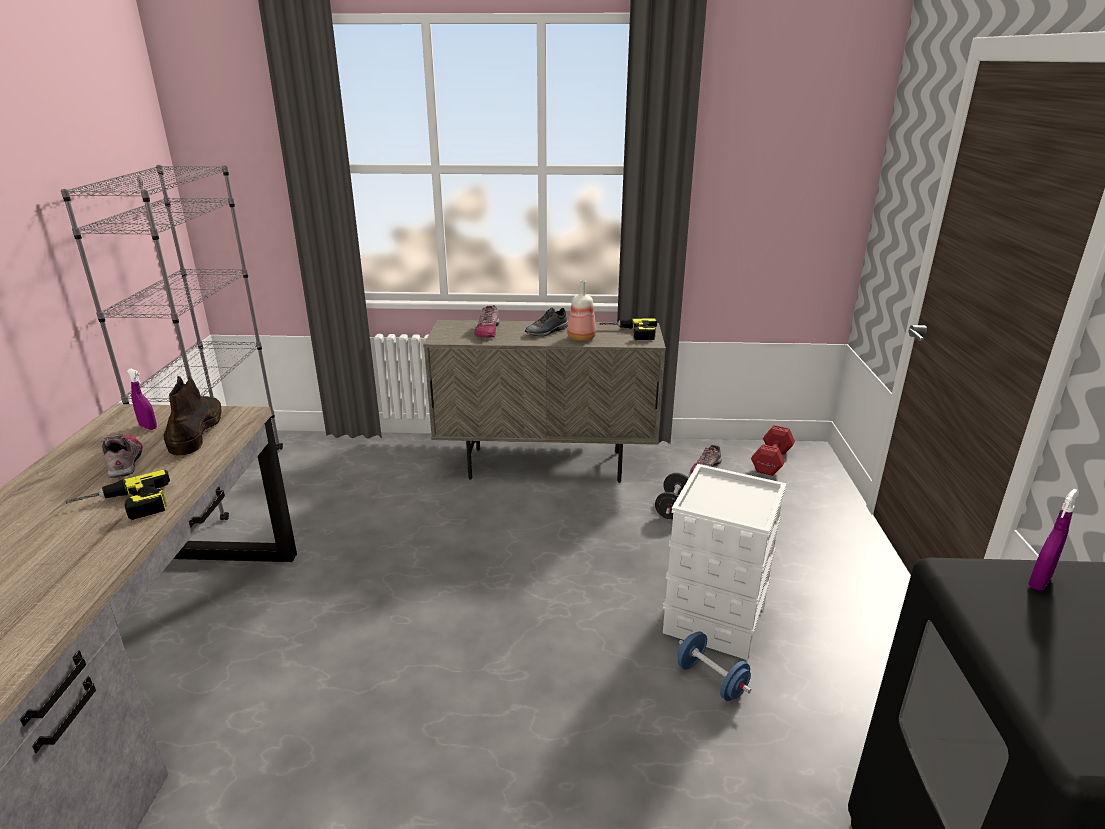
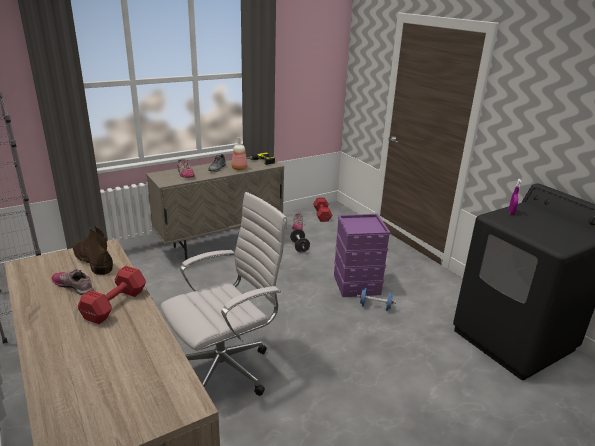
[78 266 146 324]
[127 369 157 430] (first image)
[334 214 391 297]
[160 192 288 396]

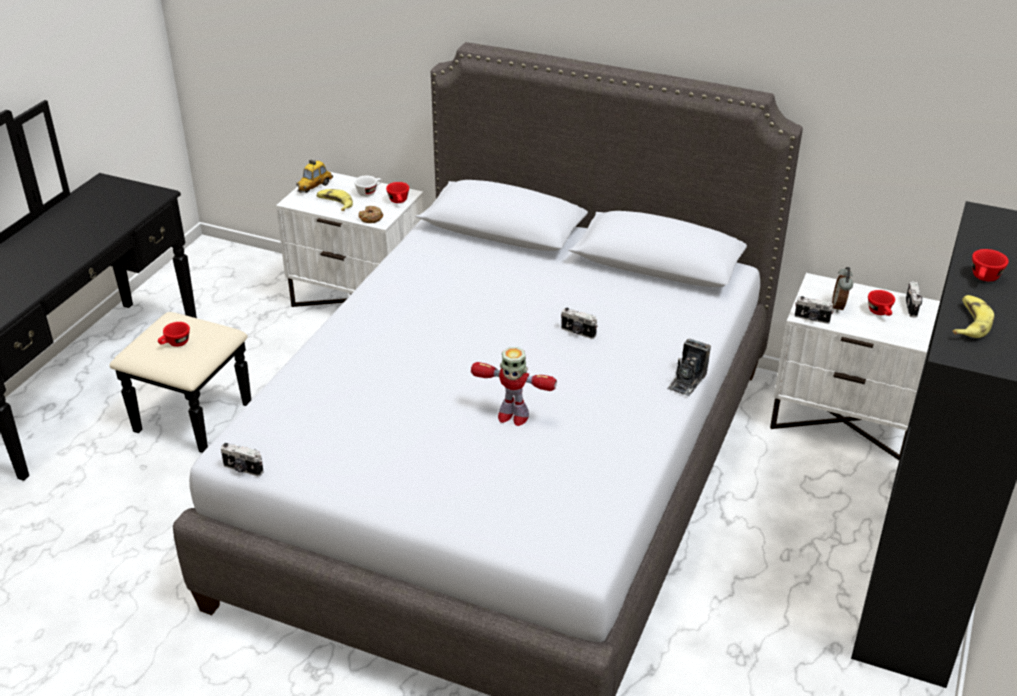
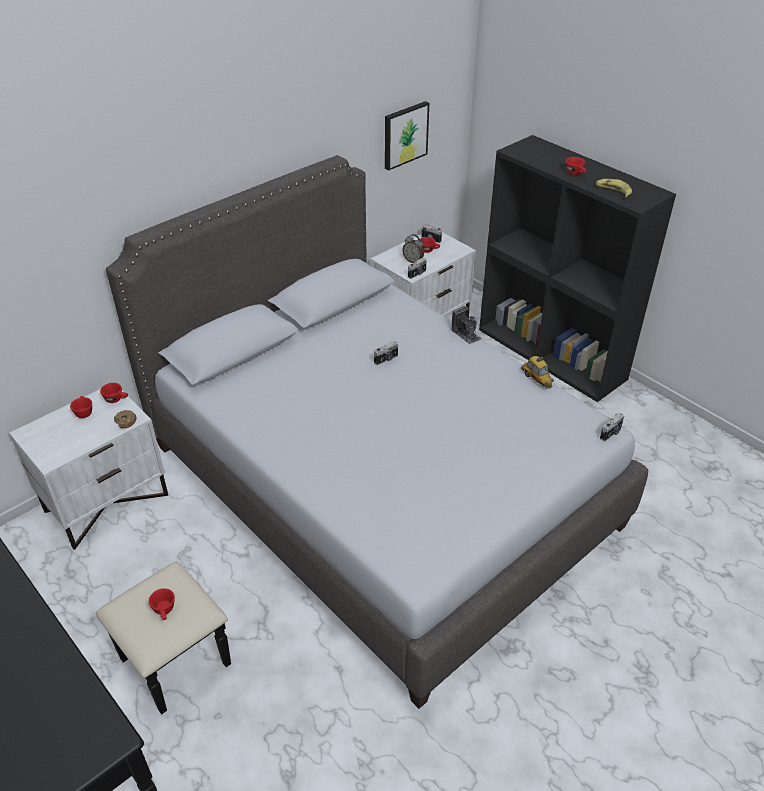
[600 413 624 442]
[521 356 554 389]
[317 189 353 211] (first image)
[70 396 92 418]
[471 347 557 426] (first image)
[385 101 429 170]

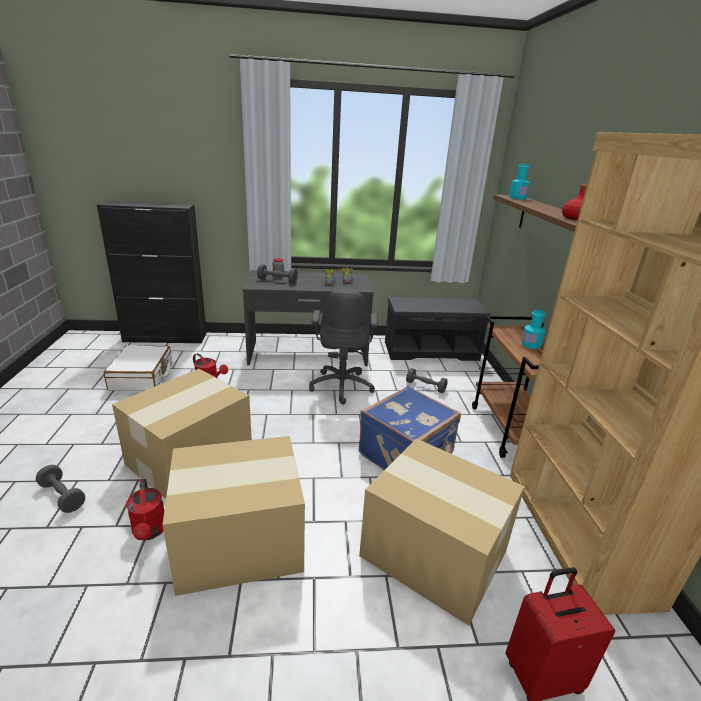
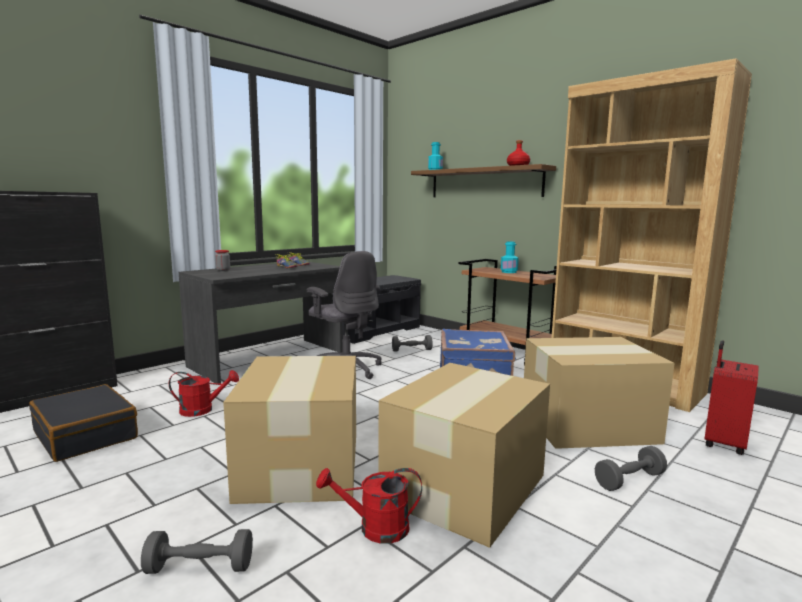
[29 384 138 462]
[316 468 422 544]
[595 446 667 491]

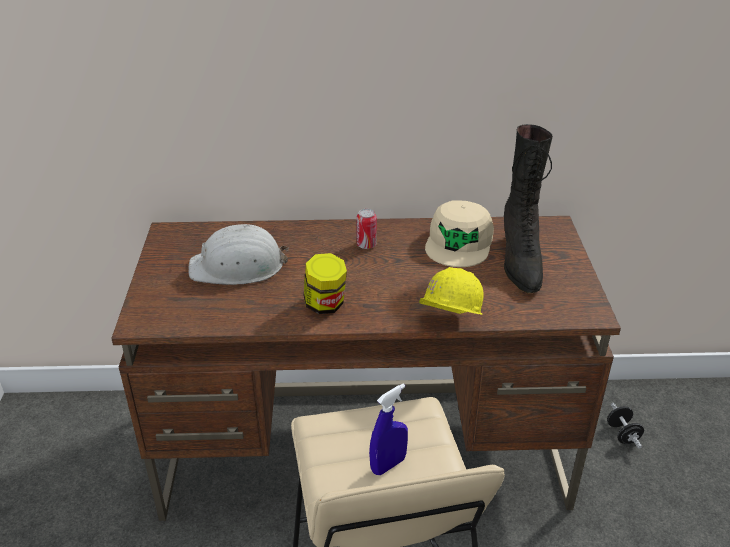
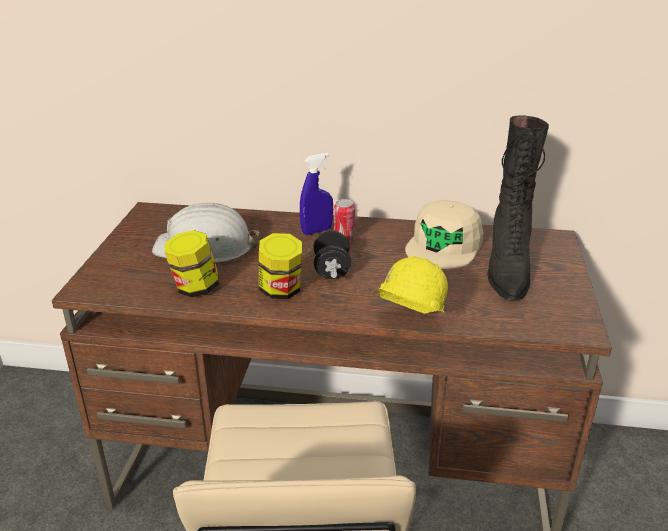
[300 153 333 235]
[313 231 351 279]
[165 230 219 297]

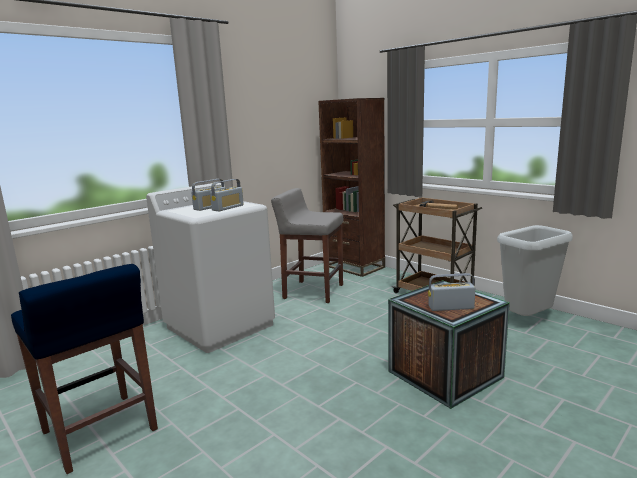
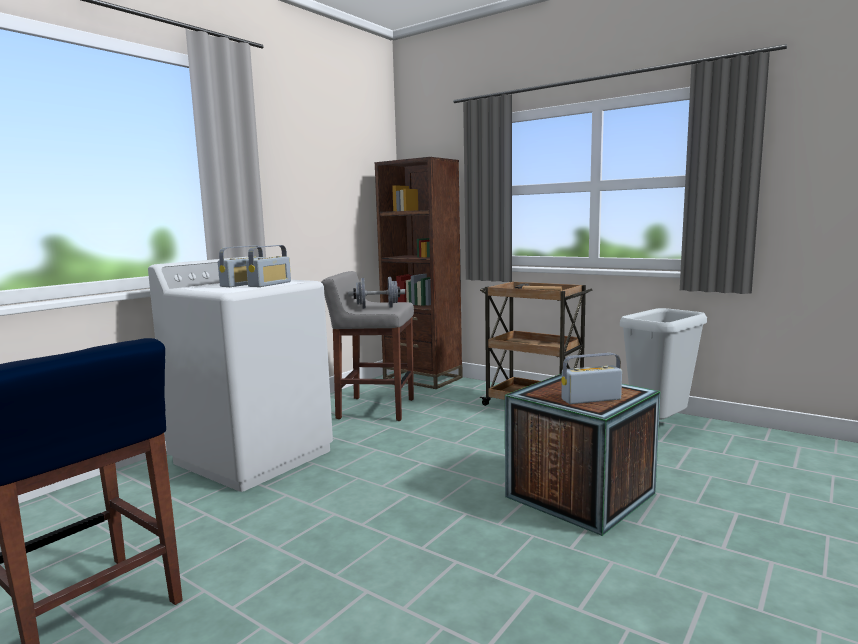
[348 277 405 309]

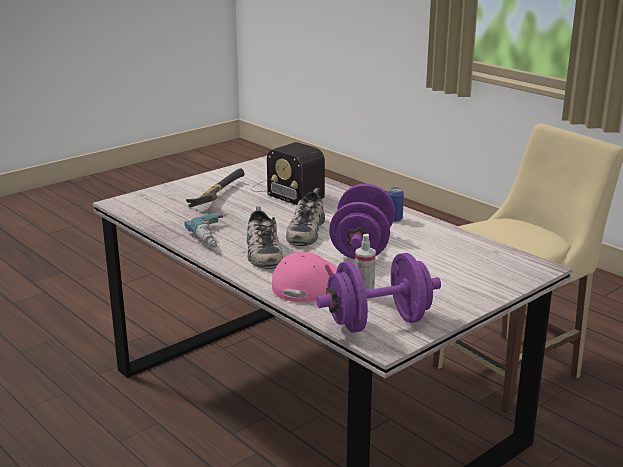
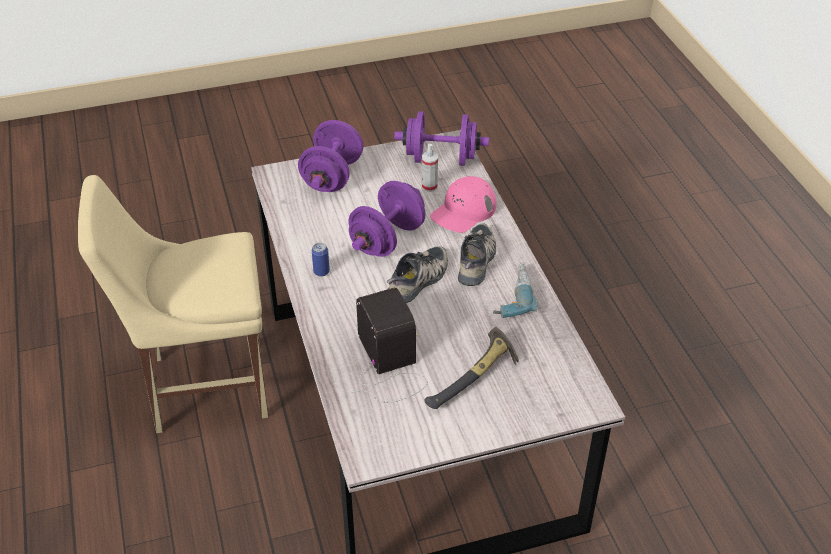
[298 120 363 192]

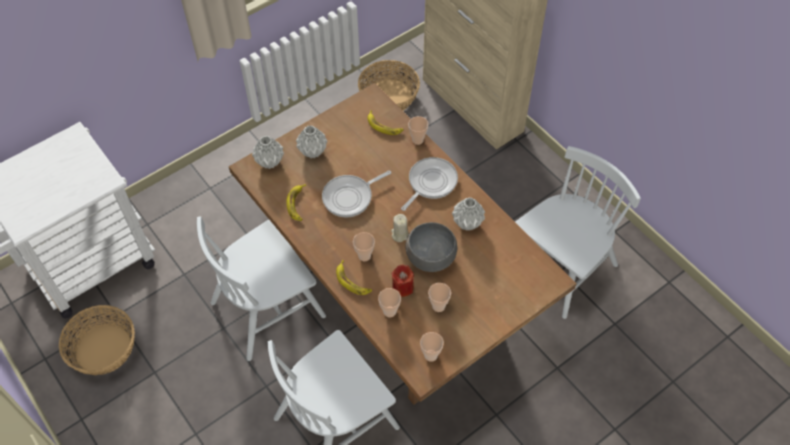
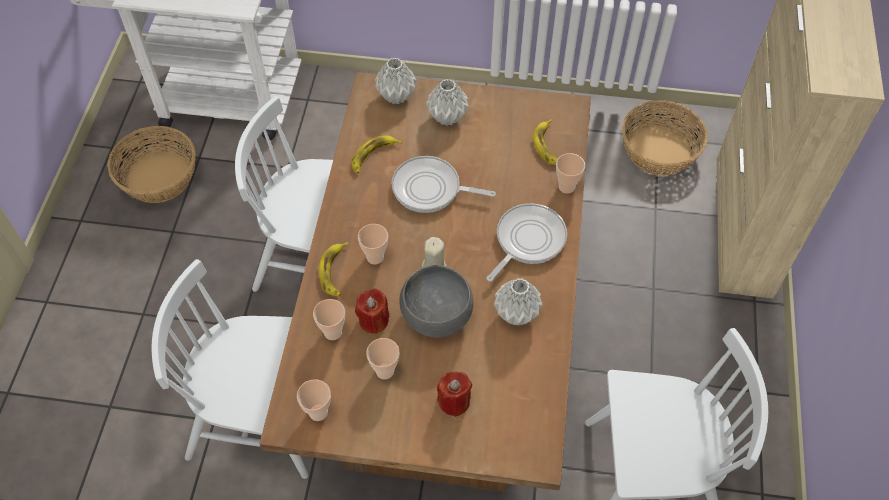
[486 203 567 282]
[437 372 472 417]

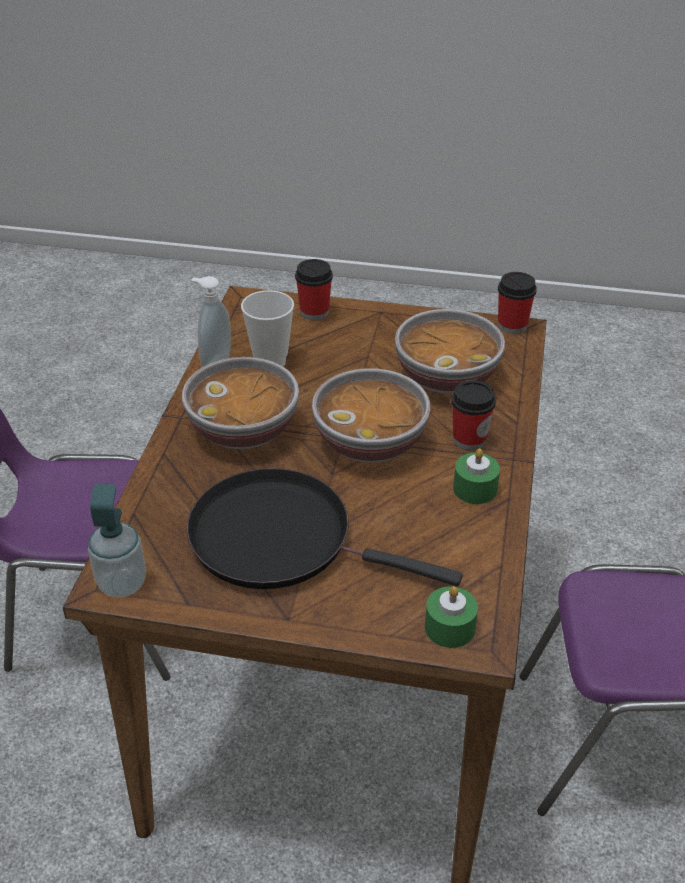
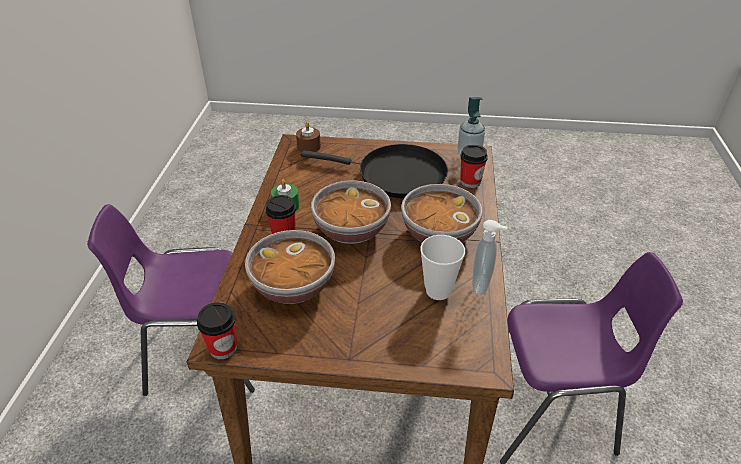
[460 144 488 188]
[296 122 321 152]

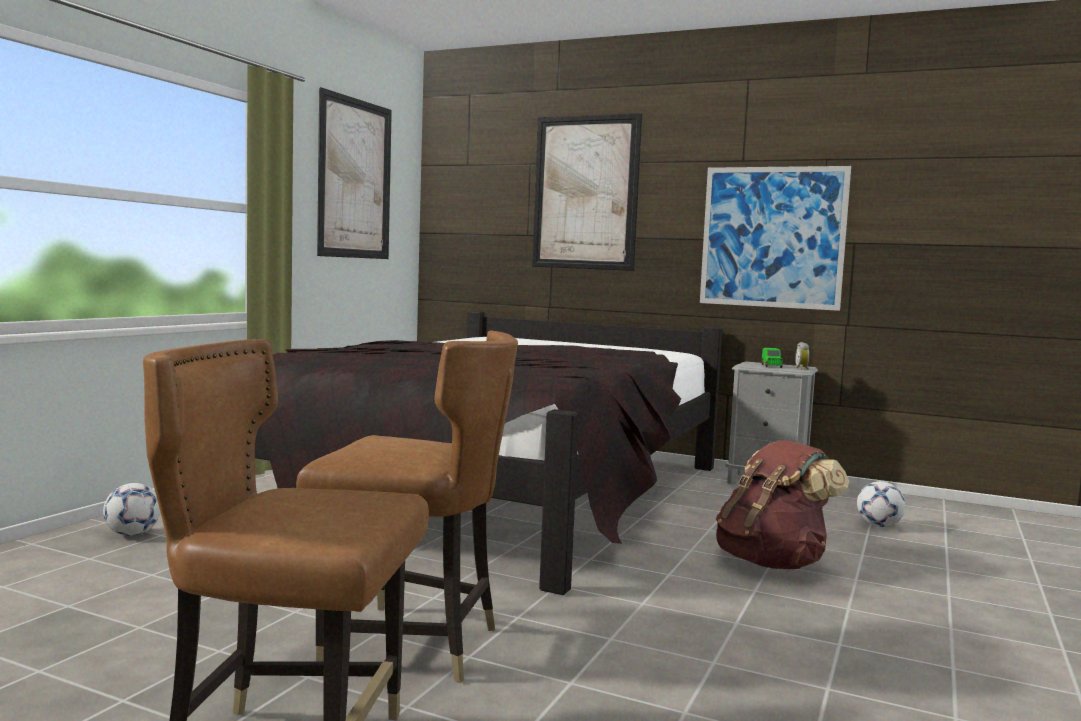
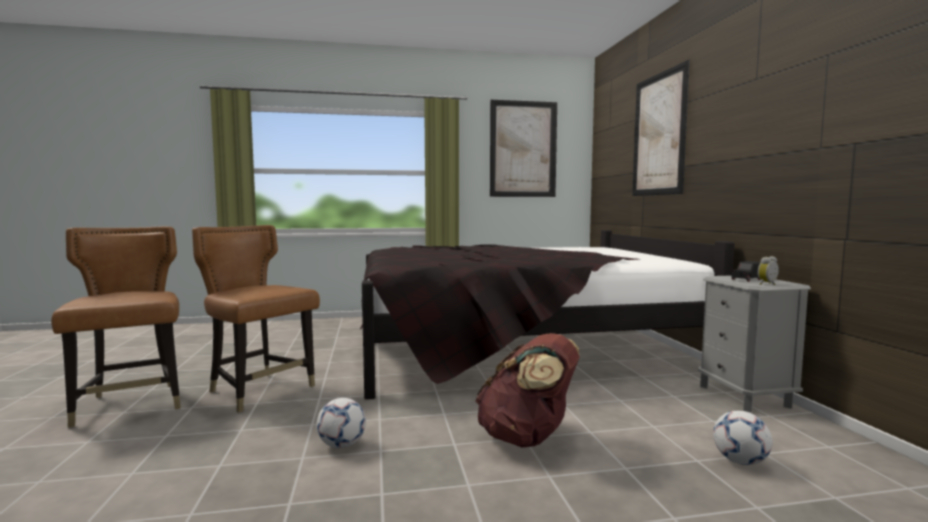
[316 398 366 448]
[192 225 320 412]
[700 166 851 311] (first image)
[731 261 761 282]

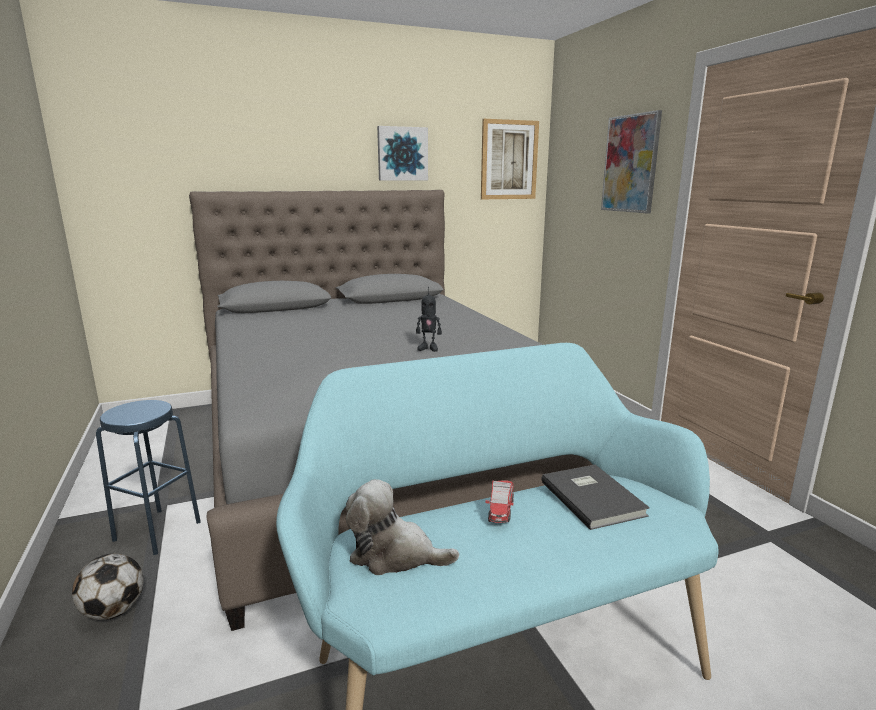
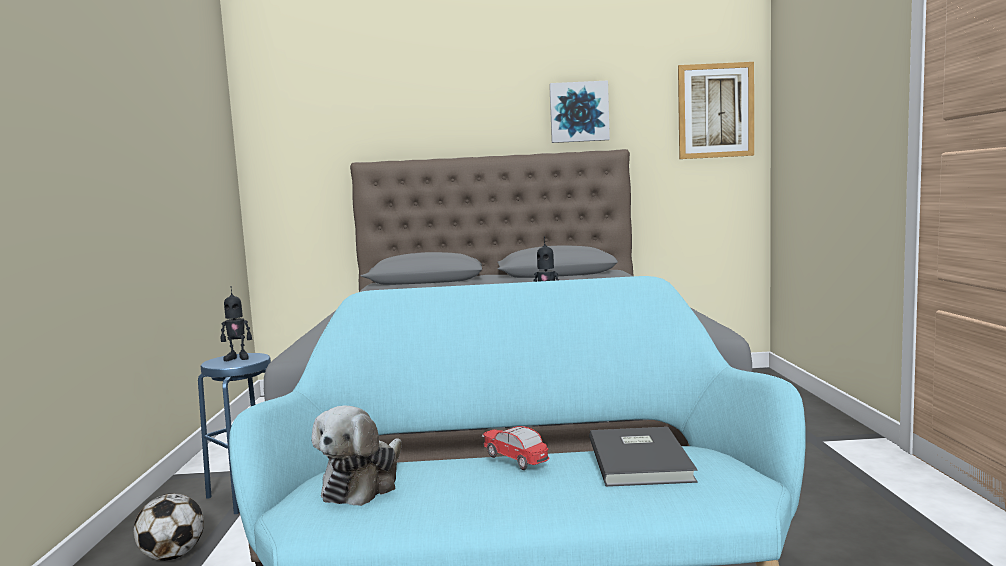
[312 405 402 506]
[482 426 549 470]
[601 110 662 213] (first image)
[220 289 252 361]

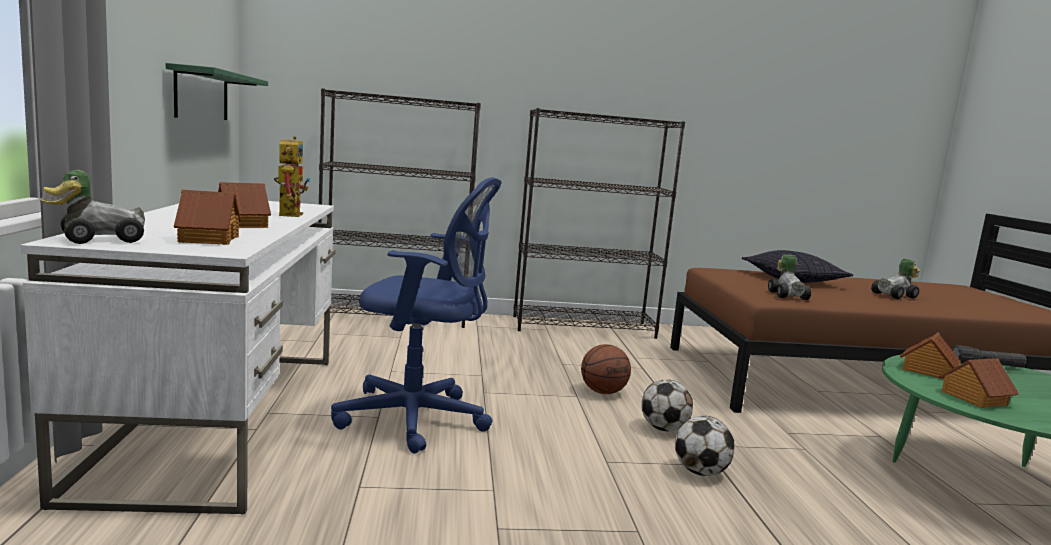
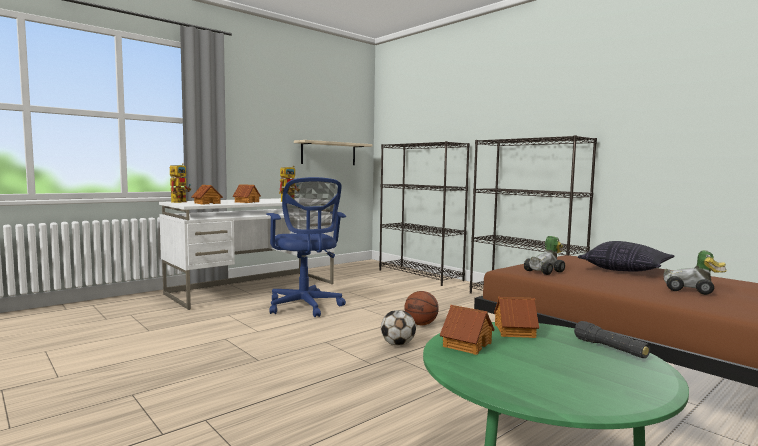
[170 163 191 203]
[294 140 372 165]
[675 416 735 476] (first image)

